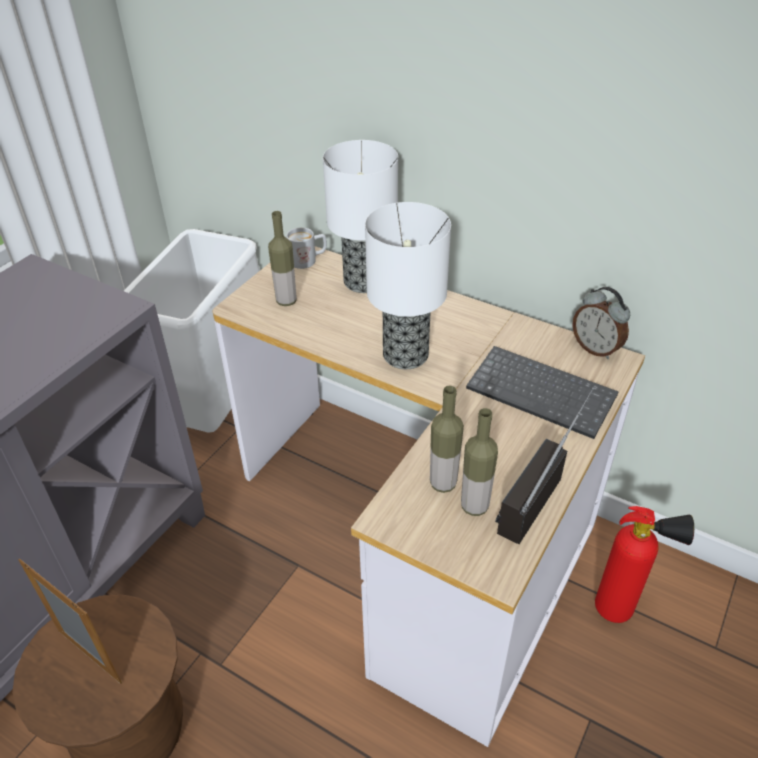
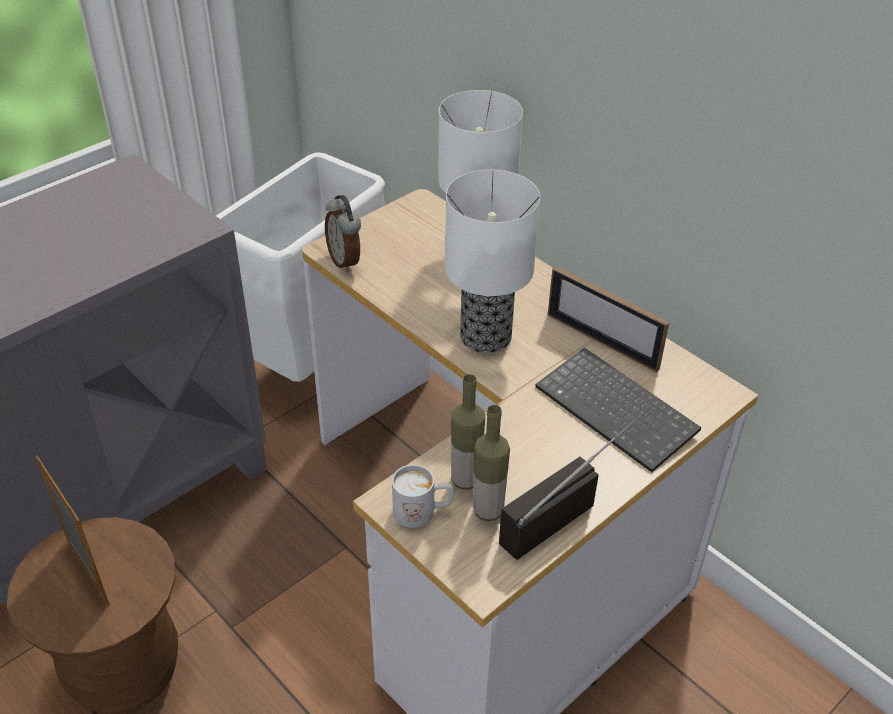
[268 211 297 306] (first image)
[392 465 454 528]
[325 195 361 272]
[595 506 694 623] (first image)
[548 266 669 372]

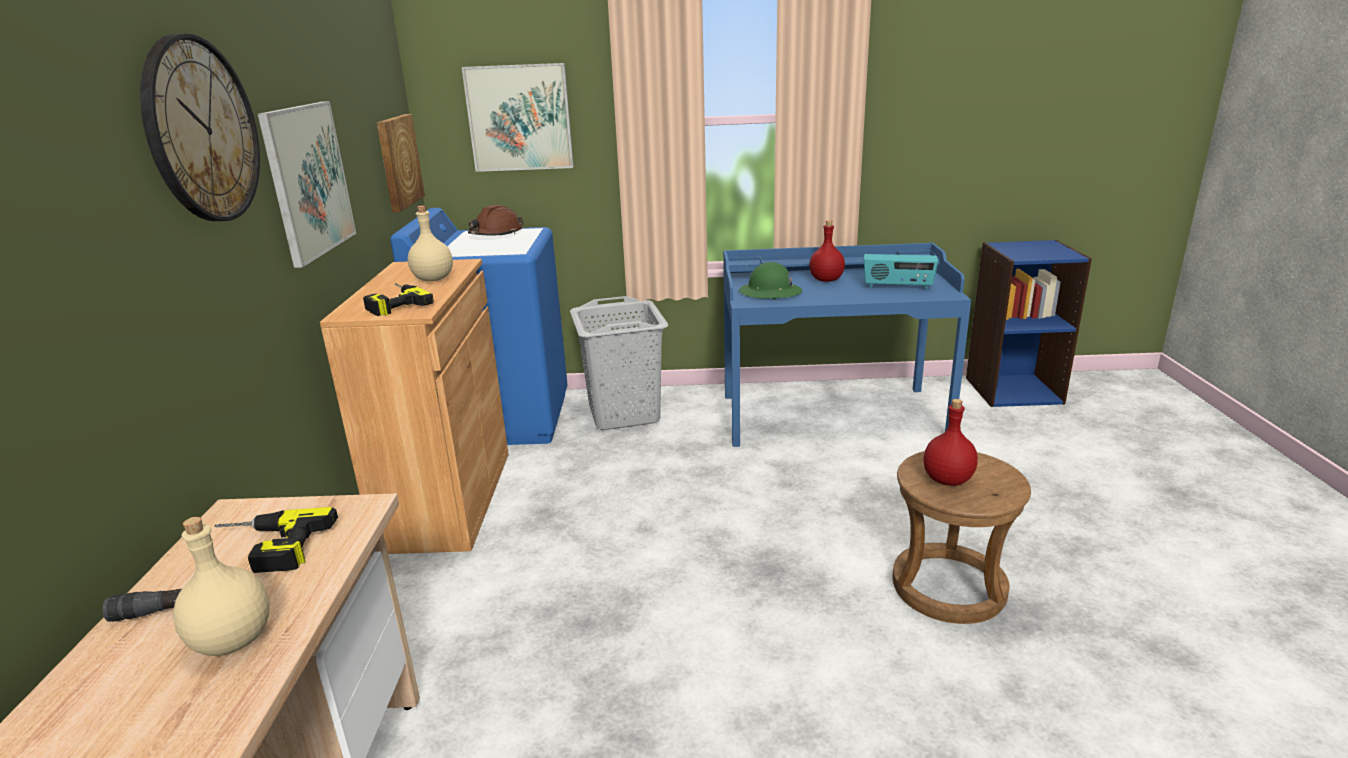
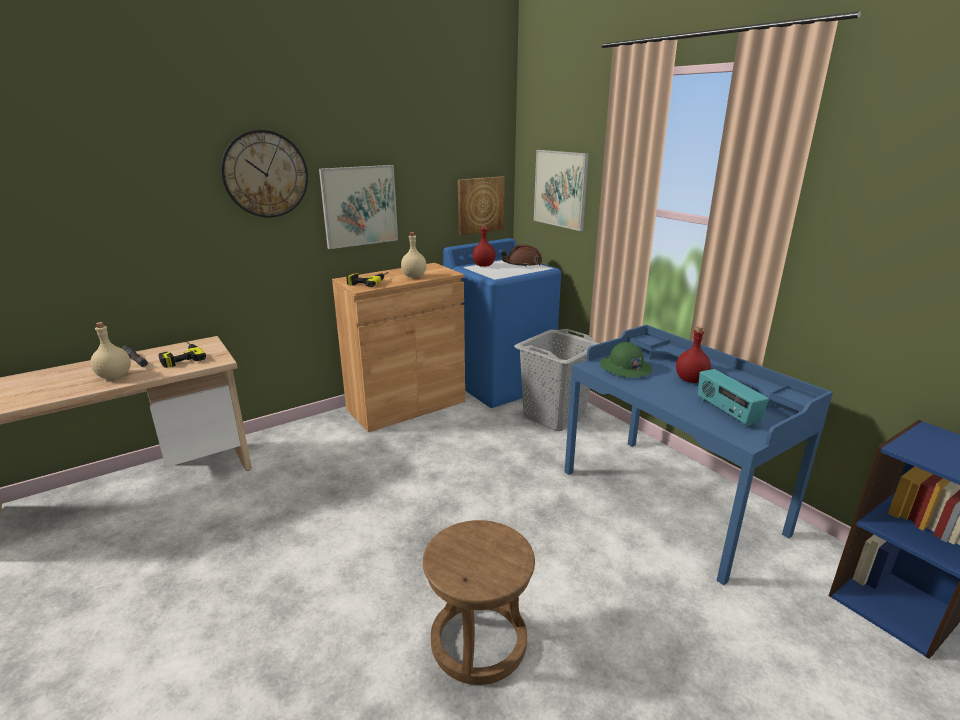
[472 225 496 267]

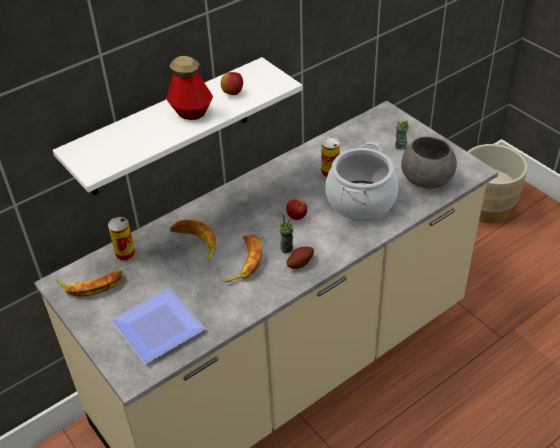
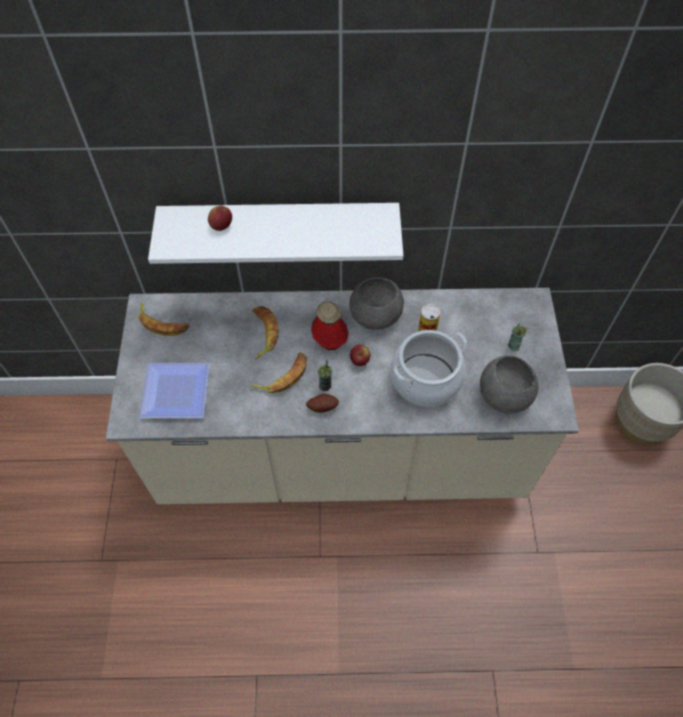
[108 217 135 262] (first image)
[311 301 349 350]
[208 206 232 231]
[349 278 404 330]

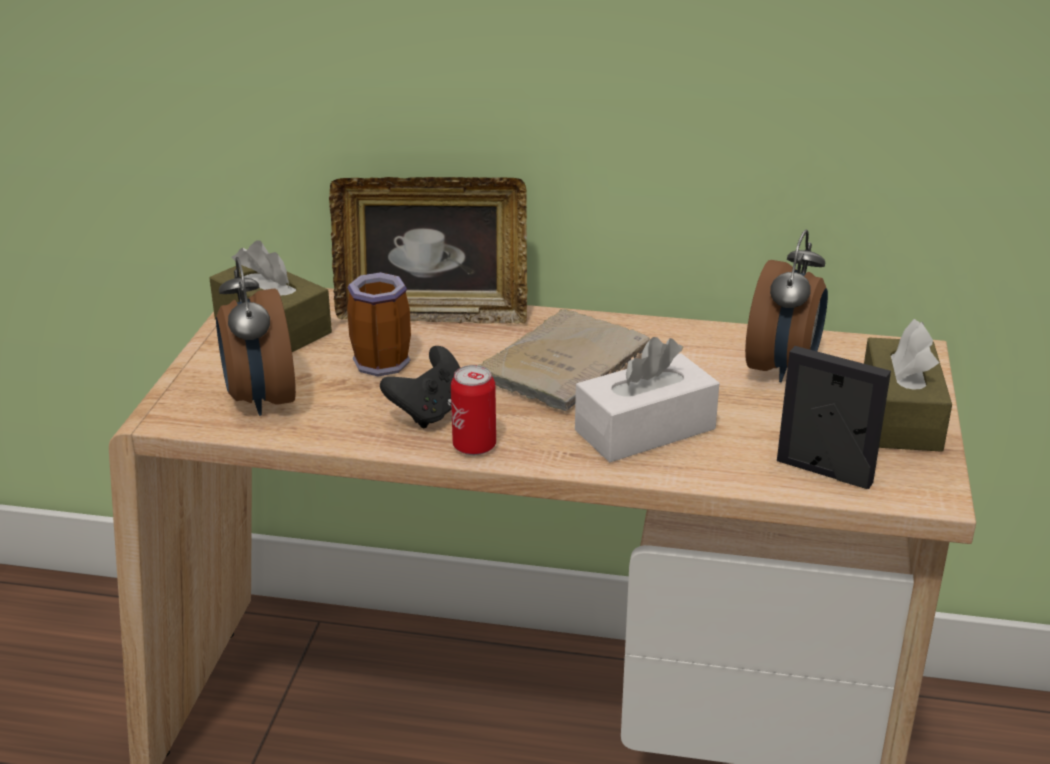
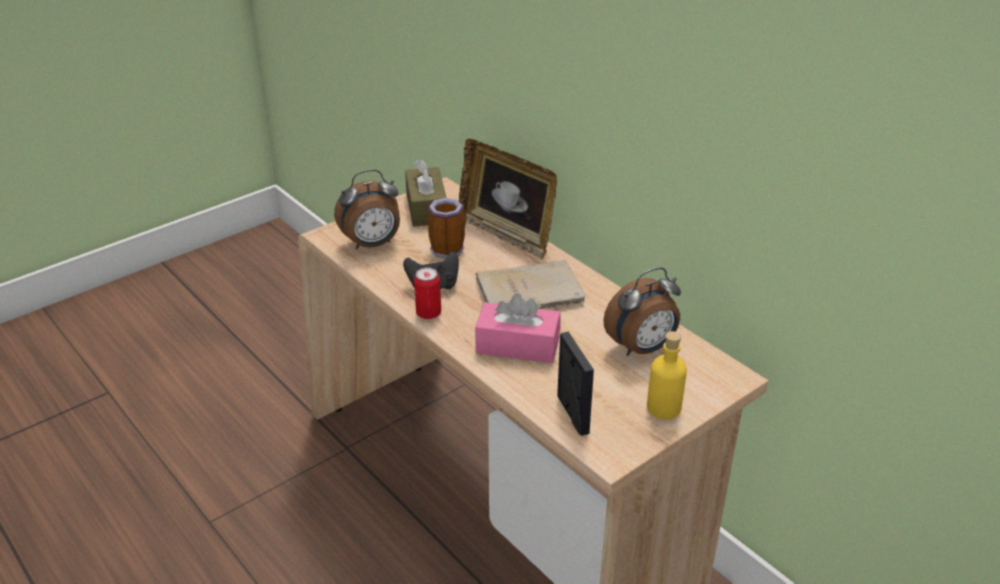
[334 169 400 249]
[475 293 561 363]
[647 331 687 419]

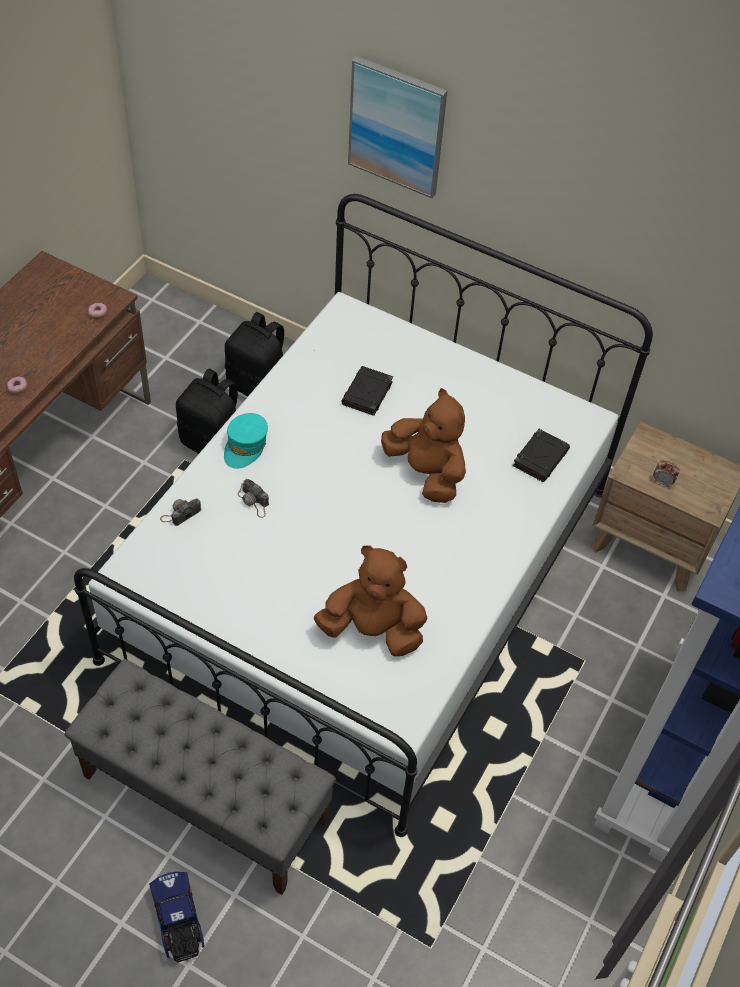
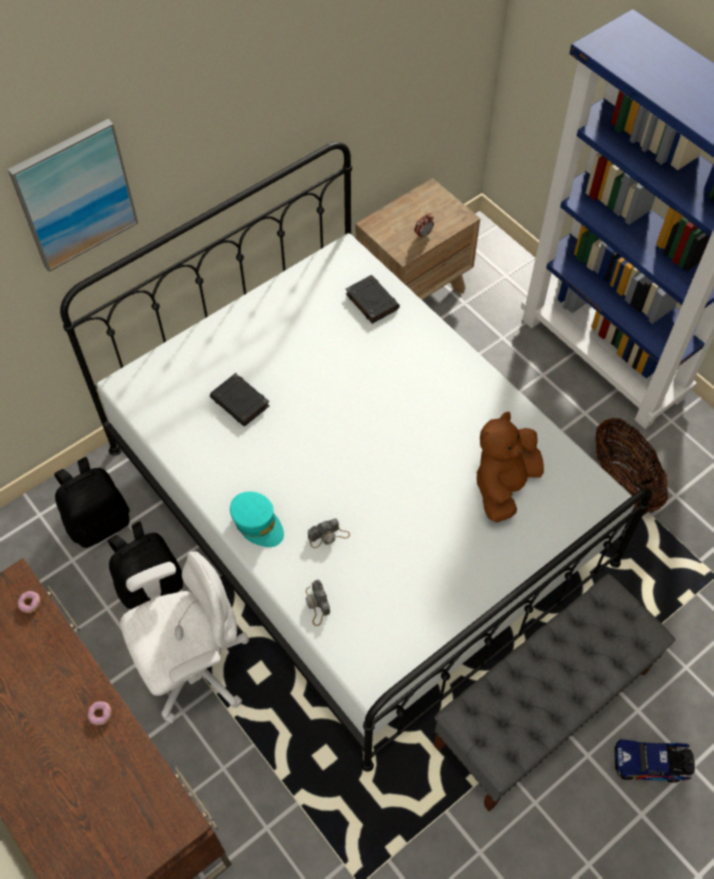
[381 388 466 503] (first image)
[120 551 249 723]
[595 418 668 512]

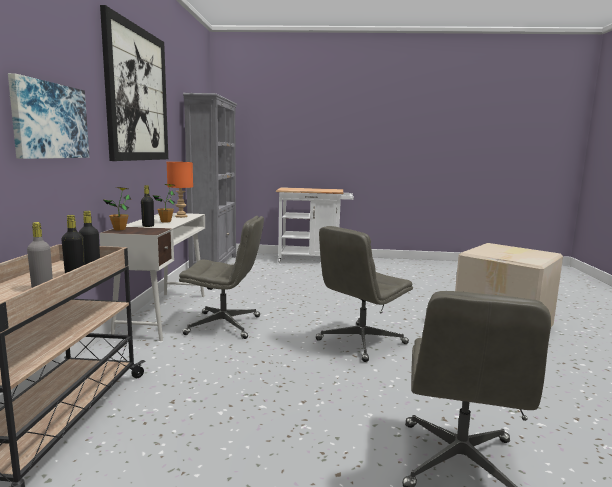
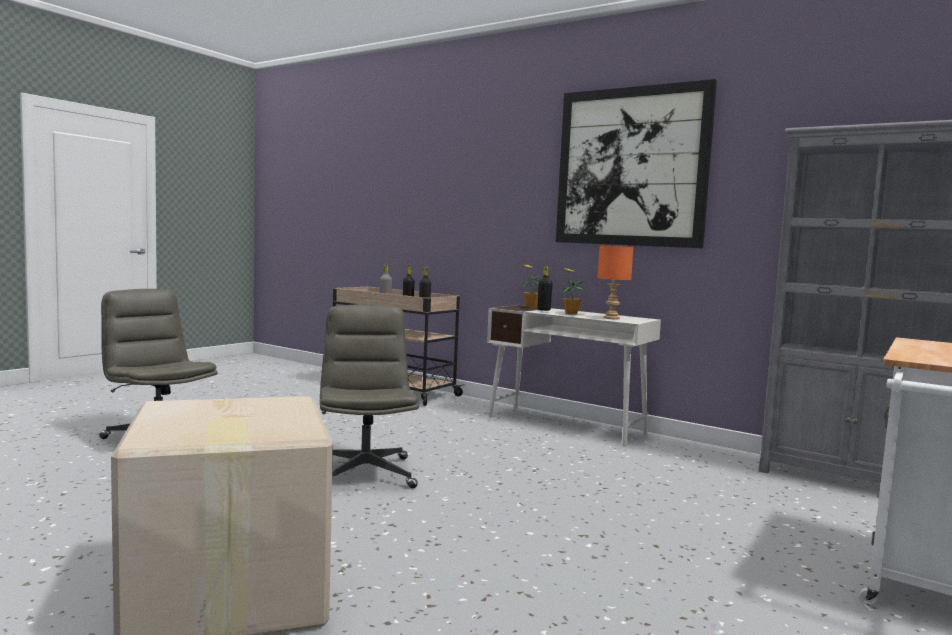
[8 73 89 159] (first image)
[179 216 264 339] (first image)

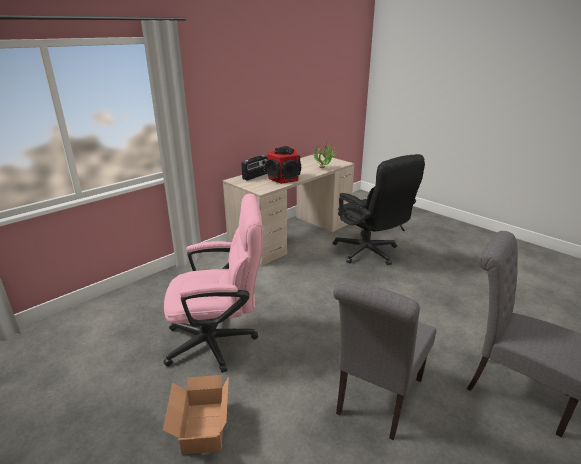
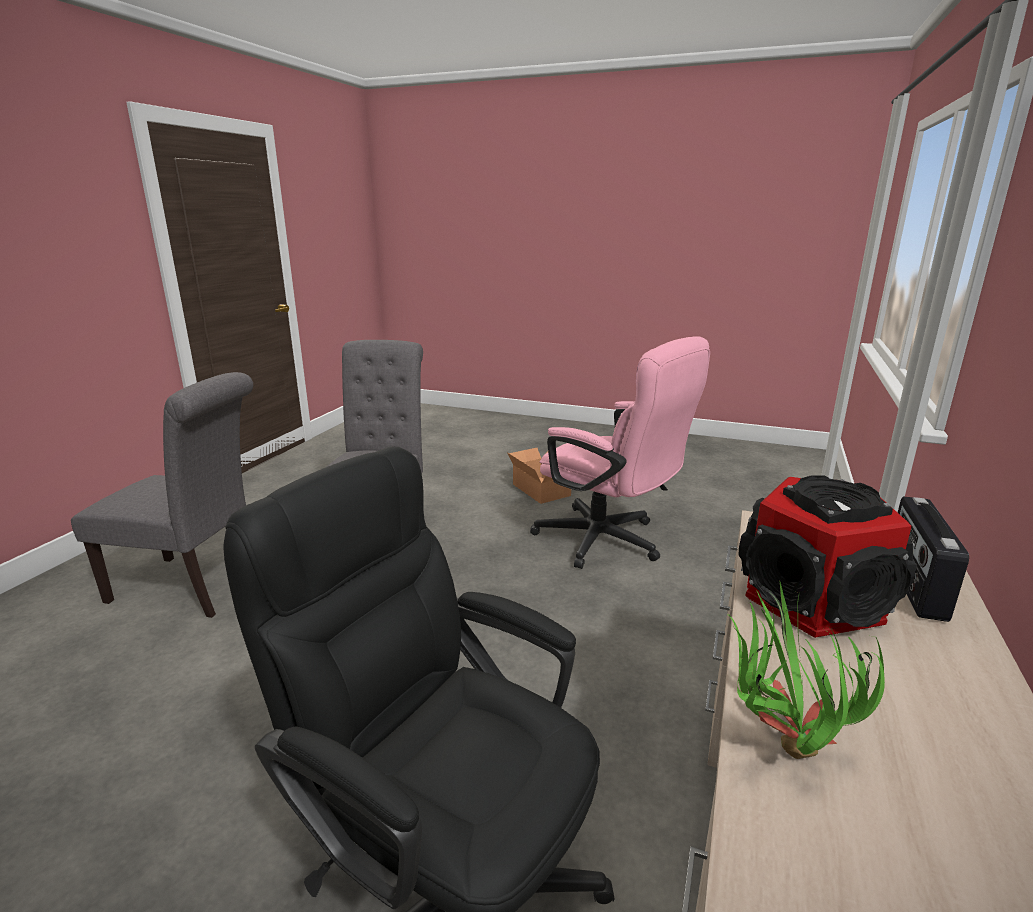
[530 336 710 569]

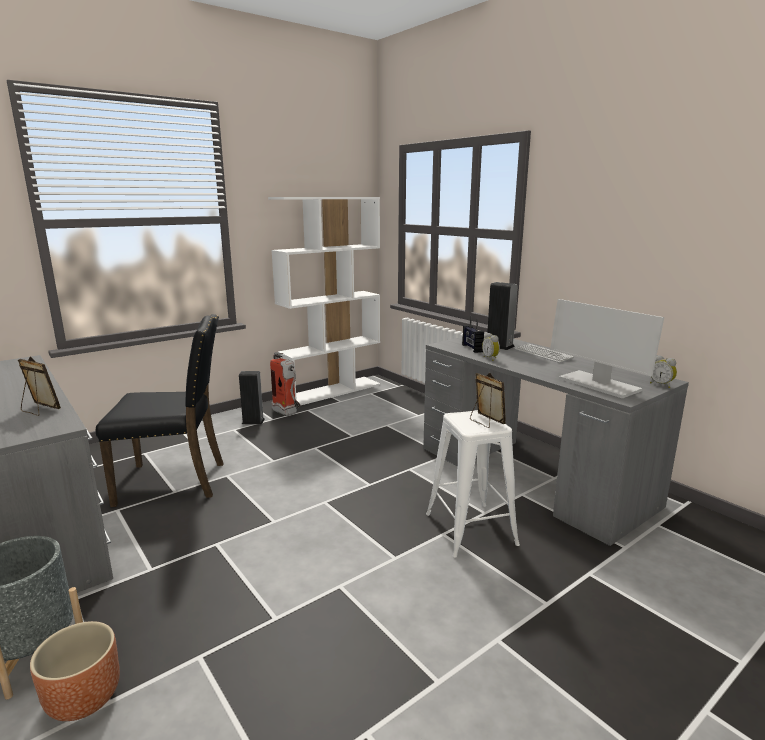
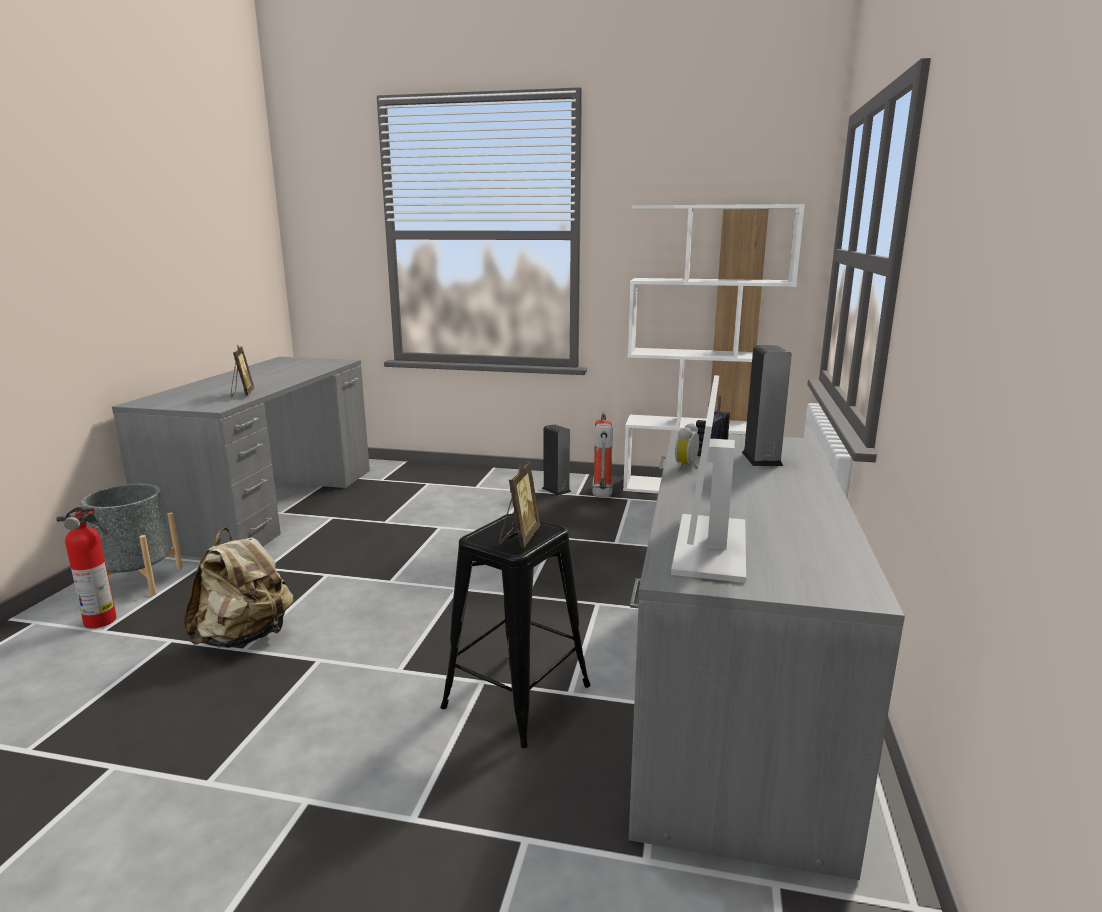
[56 507 117 628]
[96 314 224 507] (first image)
[440 514 590 748]
[515 344 574 363] (first image)
[650 355 677 388] (first image)
[183 528 293 648]

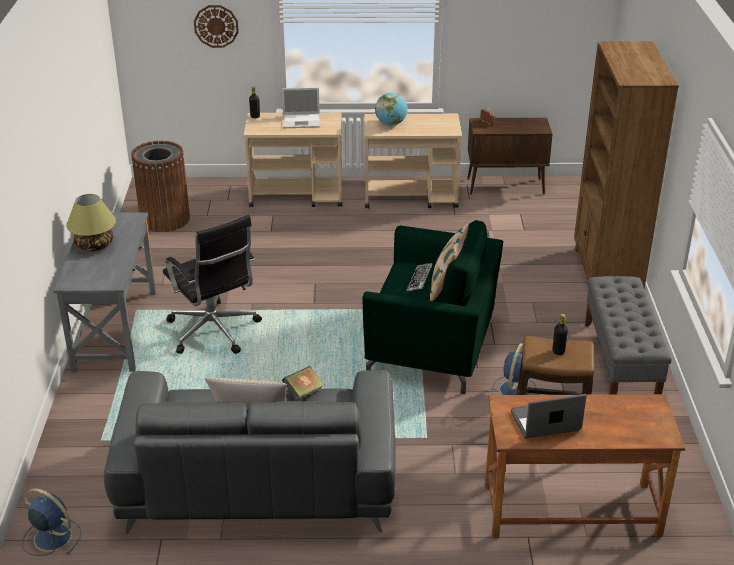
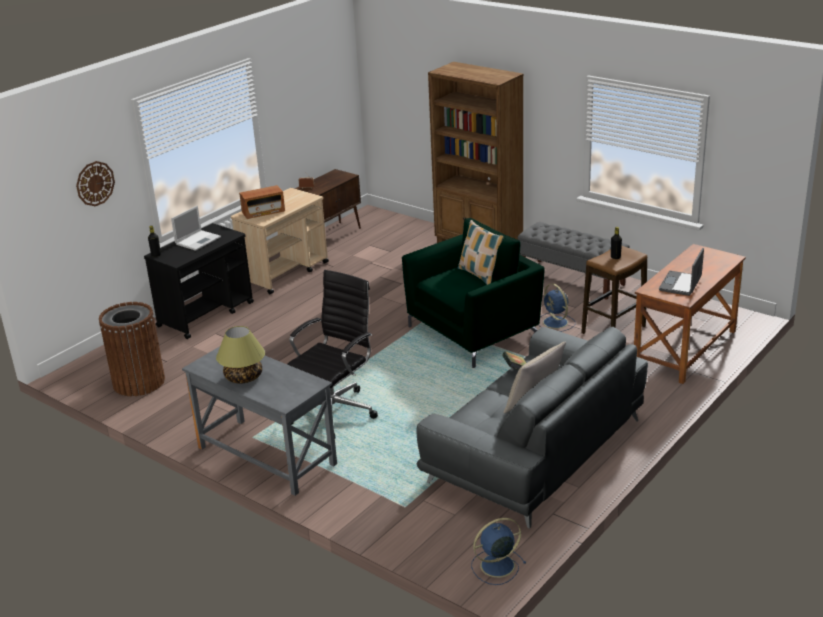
[287 270 378 438]
[144 223 254 339]
[239 185 285 219]
[407 263 432 291] (first image)

